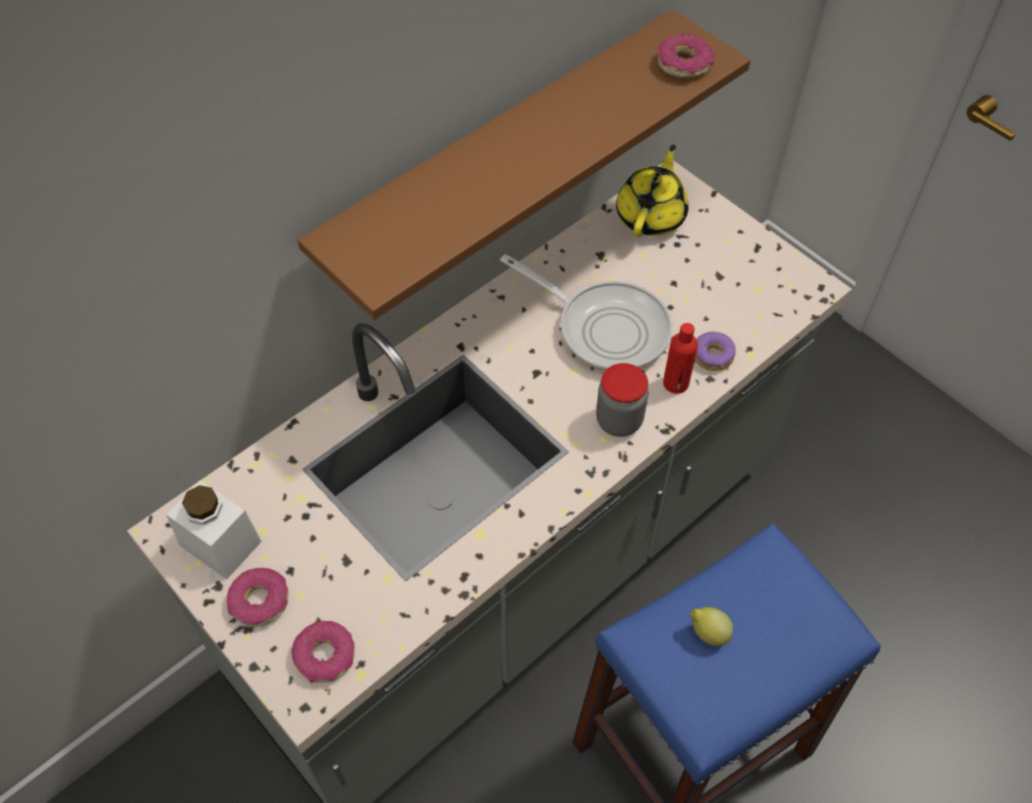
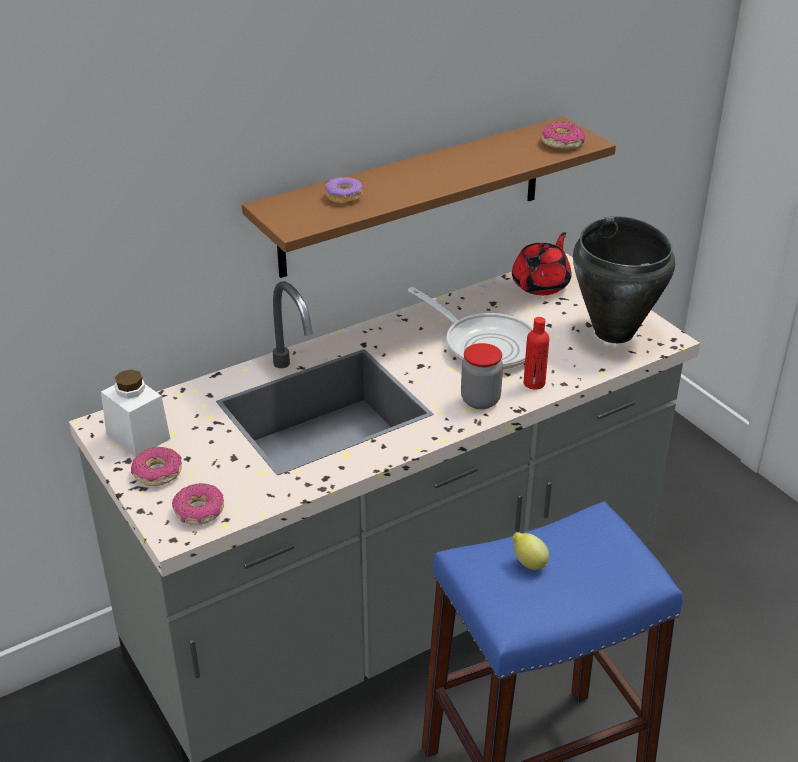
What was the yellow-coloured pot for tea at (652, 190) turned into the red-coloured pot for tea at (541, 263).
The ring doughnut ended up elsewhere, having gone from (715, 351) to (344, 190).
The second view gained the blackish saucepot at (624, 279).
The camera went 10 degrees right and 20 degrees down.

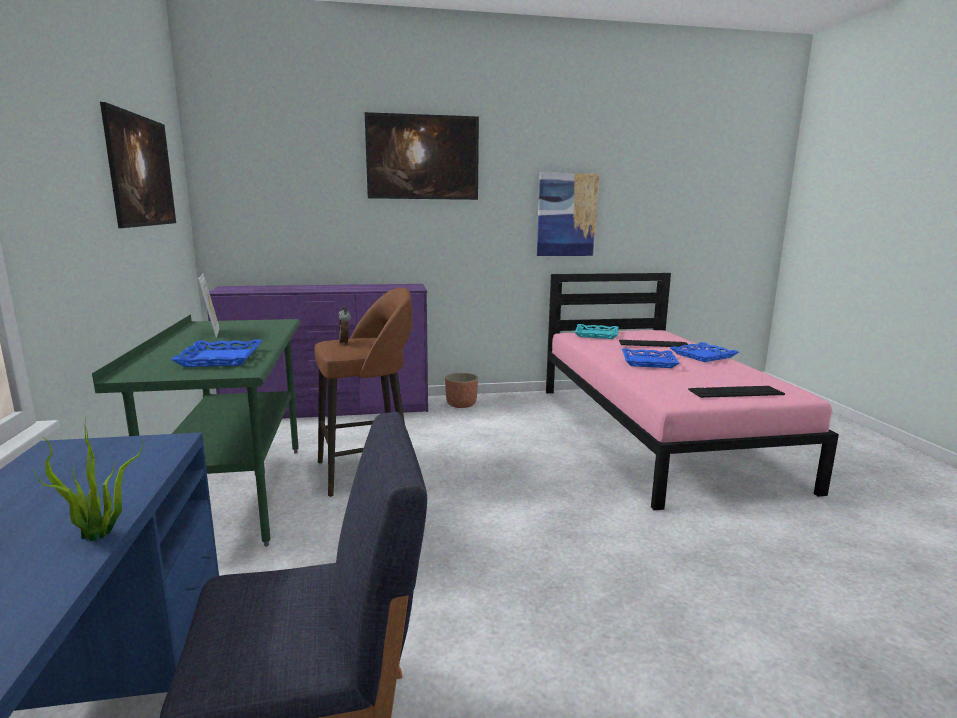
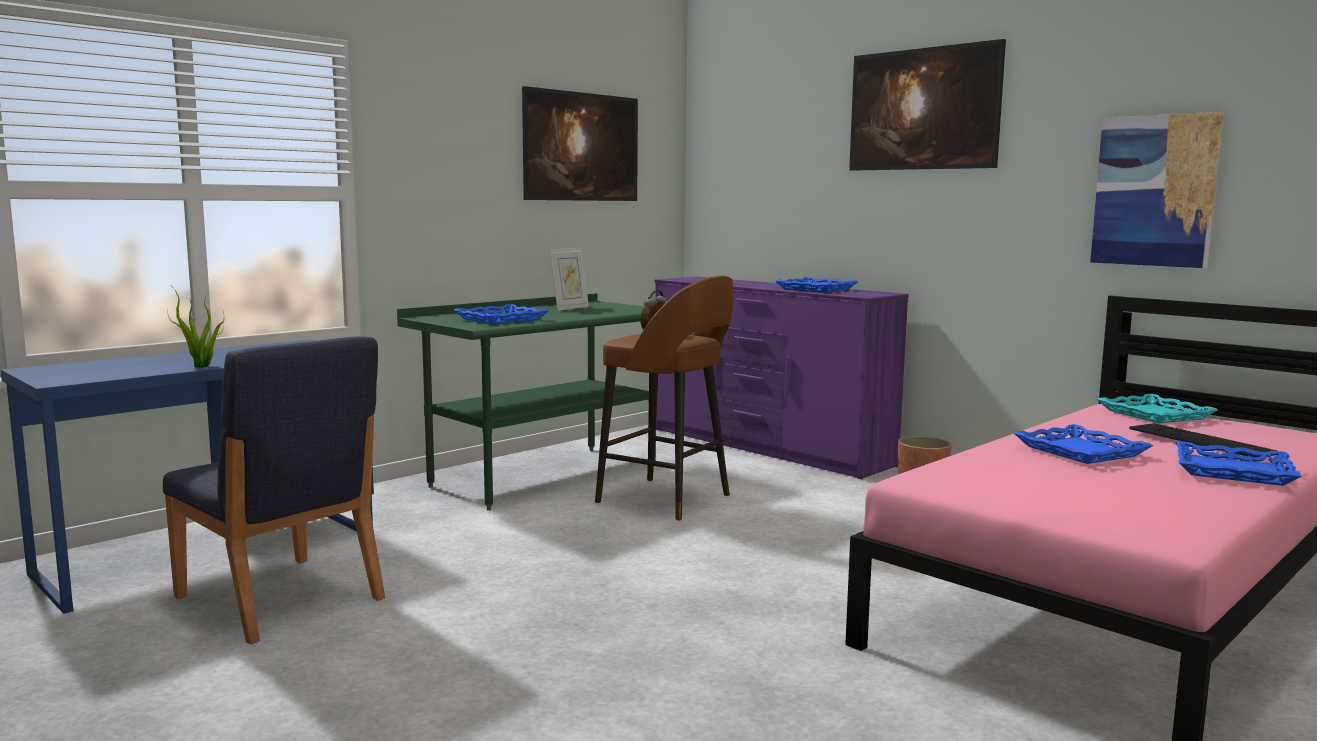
The second view lost the PC keyboard at (736, 392).
The second view gained the bluish tray at (816, 285).
The camera went 55 degrees right and 5 degrees down.

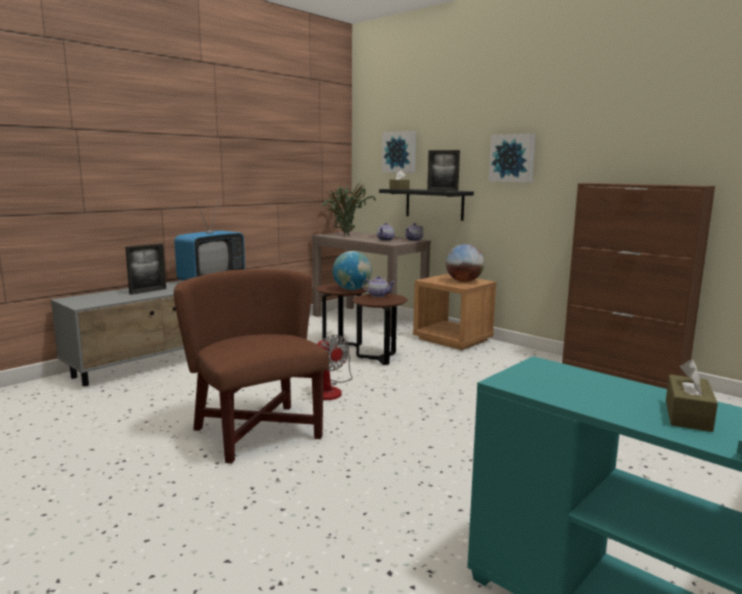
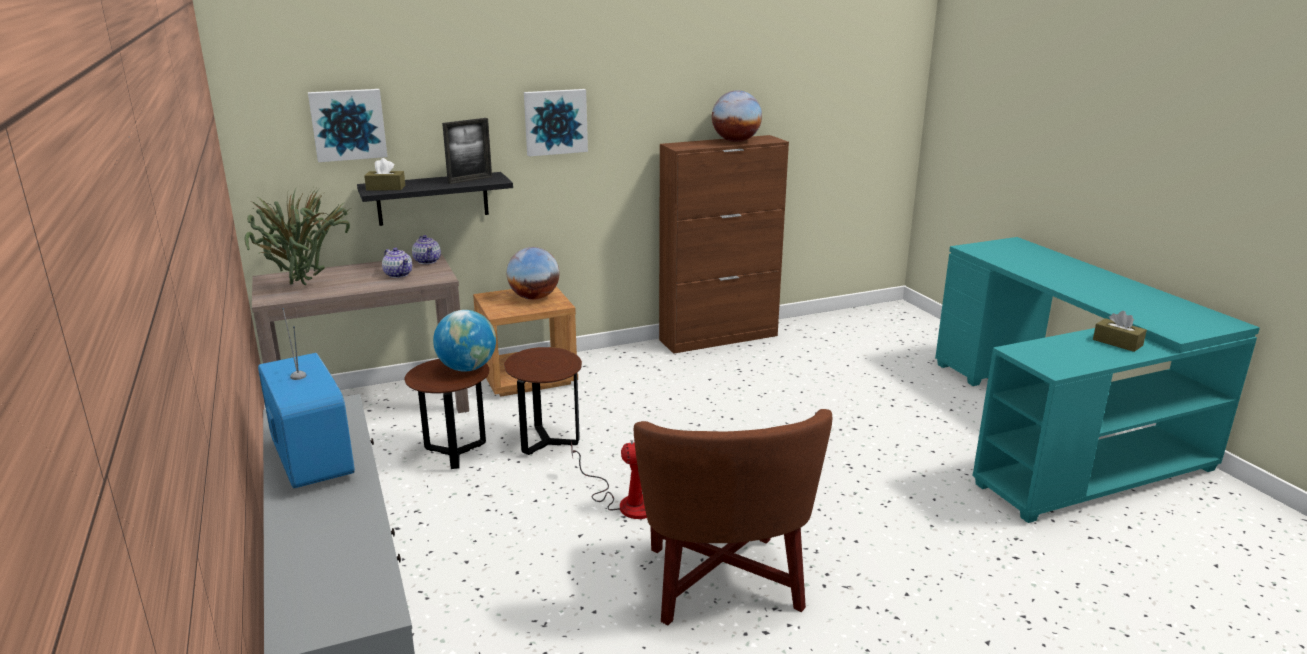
The second view lost the picture frame at (145, 269).
The brown-coloured armchair at (251, 366) ended up facing another way, 90 degrees counterclockwise from before.
The second view lost the pot for tea at (378, 286).
The second view gained the globe at (737, 116).
The camera went 65 degrees left and 10 degrees up.

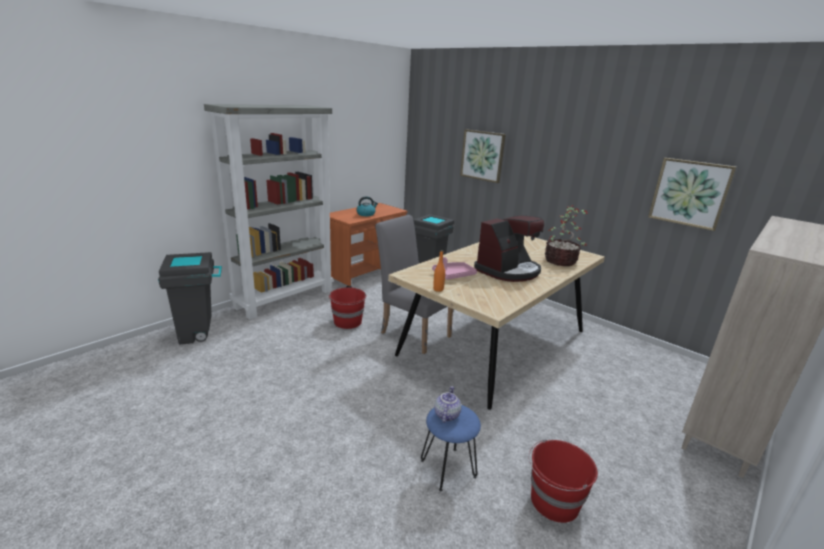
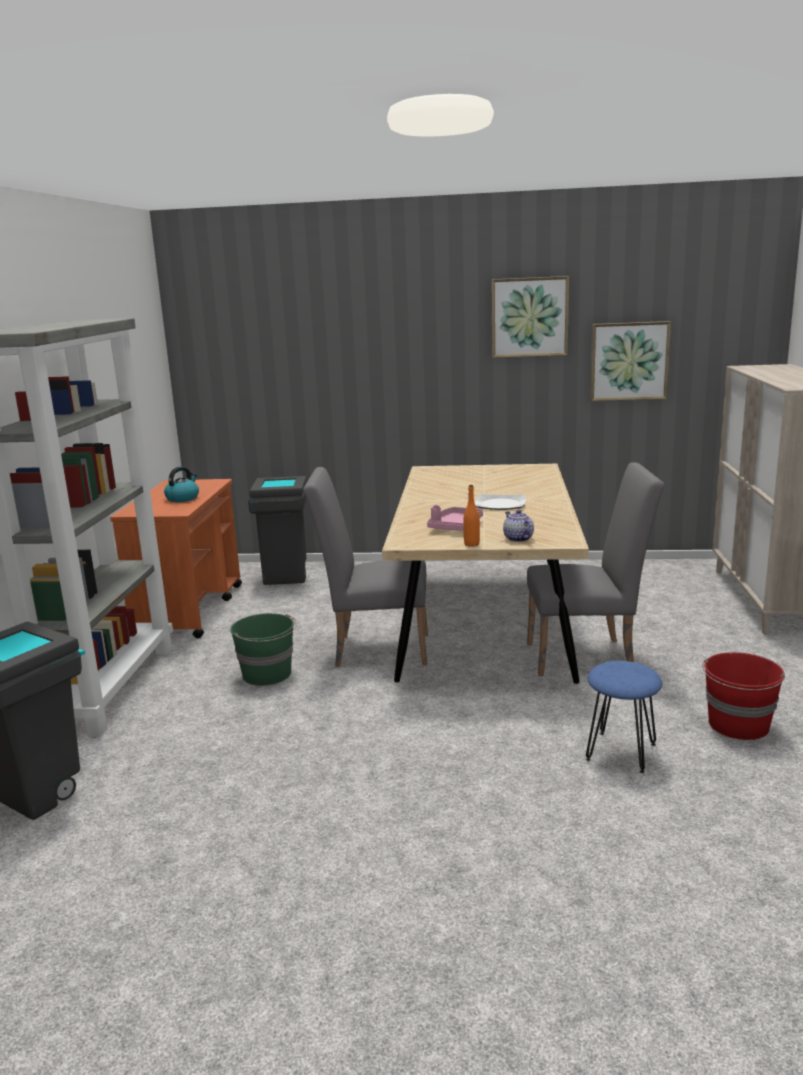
What was the red-coloured bucket at (347, 308) turned into the greenish bucket at (263, 649).
The pot for tea ended up elsewhere, having gone from (447, 404) to (518, 526).
The picture ended up elsewhere, having gone from (483, 156) to (530, 317).
Where the coffee machine stood at (509, 248), the plate came to stand at (500, 502).
The second view lost the potted plant at (566, 235).
The second view gained the gray upright chair at (595, 569).
The camera went 35 degrees left and 5 degrees down.

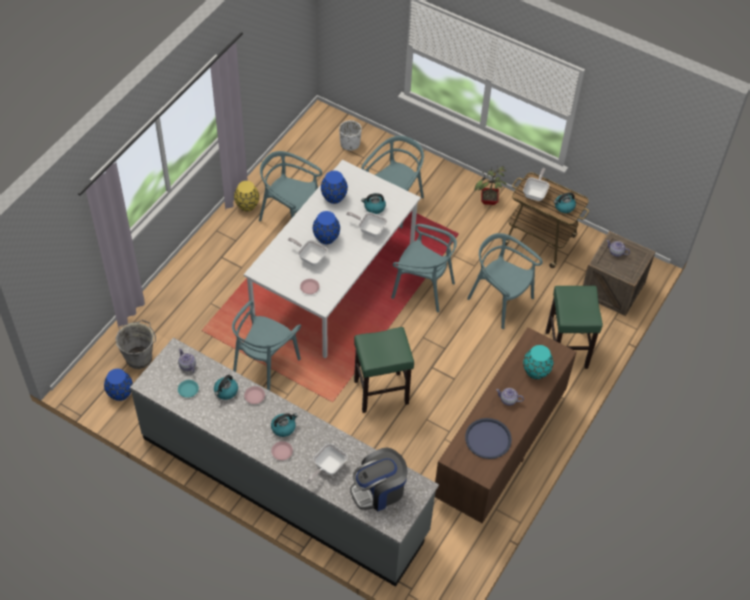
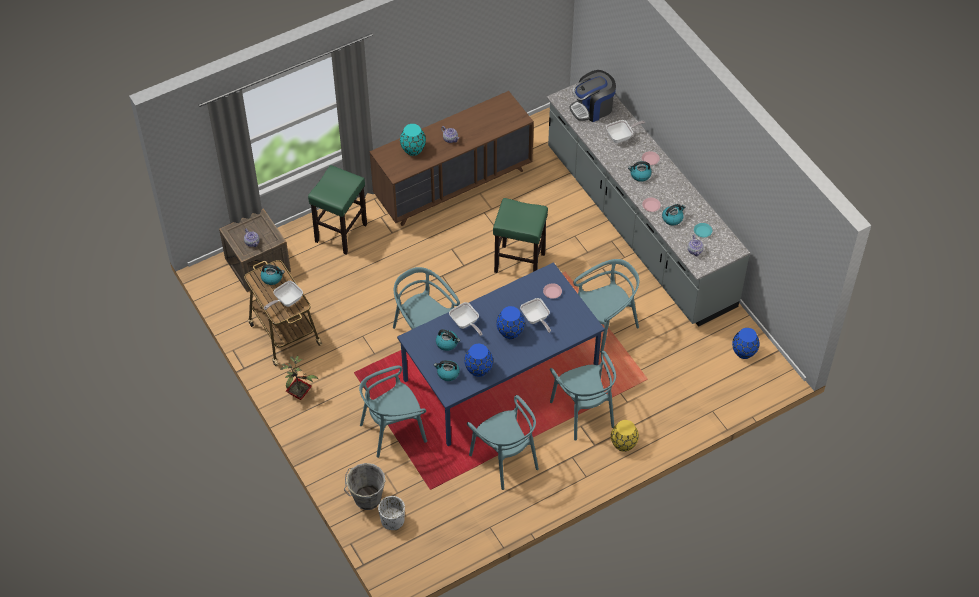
The gray bucket ended up elsewhere, having gone from (135, 344) to (365, 486).
The yellow-coloured decorative vase ended up elsewhere, having gone from (246, 196) to (625, 436).
What was the white-coloured dining table at (332, 259) turned into the bluish dining table at (501, 354).
The coffee machine at (379, 479) ended up facing another way, 150 degrees clockwise from before.
The second view lost the bluish tray at (488, 438).
The turquoise upright chair ended up elsewhere, having gone from (505, 281) to (583, 396).
The second view gained the water kettle at (447, 370).
The camera went 150 degrees left and 0 degrees up.

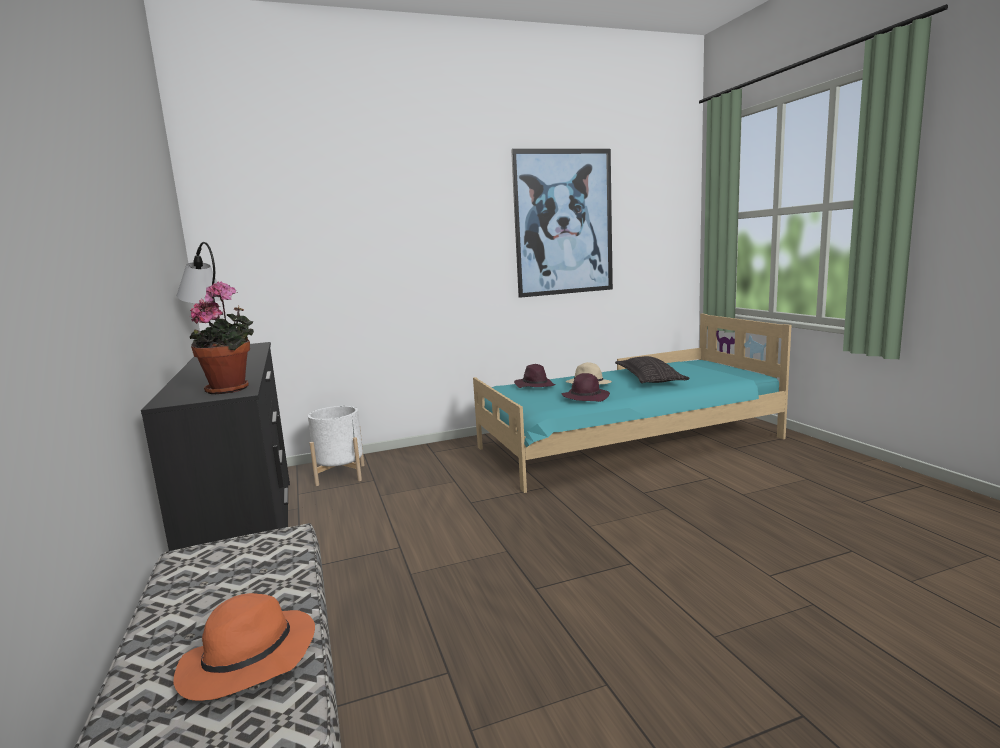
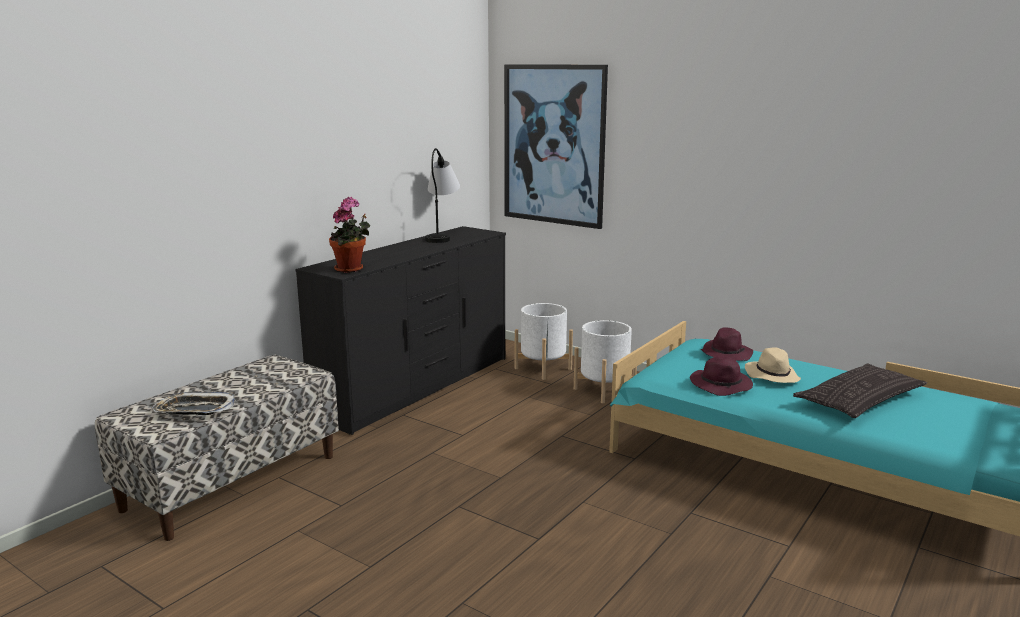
Where the orange-coloured wearable hat stood at (244, 647), the tray came to stand at (193, 403).
The picture ended up elsewhere, having gone from (562, 223) to (556, 146).
The second view gained the white-coloured plant pot at (605, 361).
The camera went 55 degrees right and 5 degrees up.

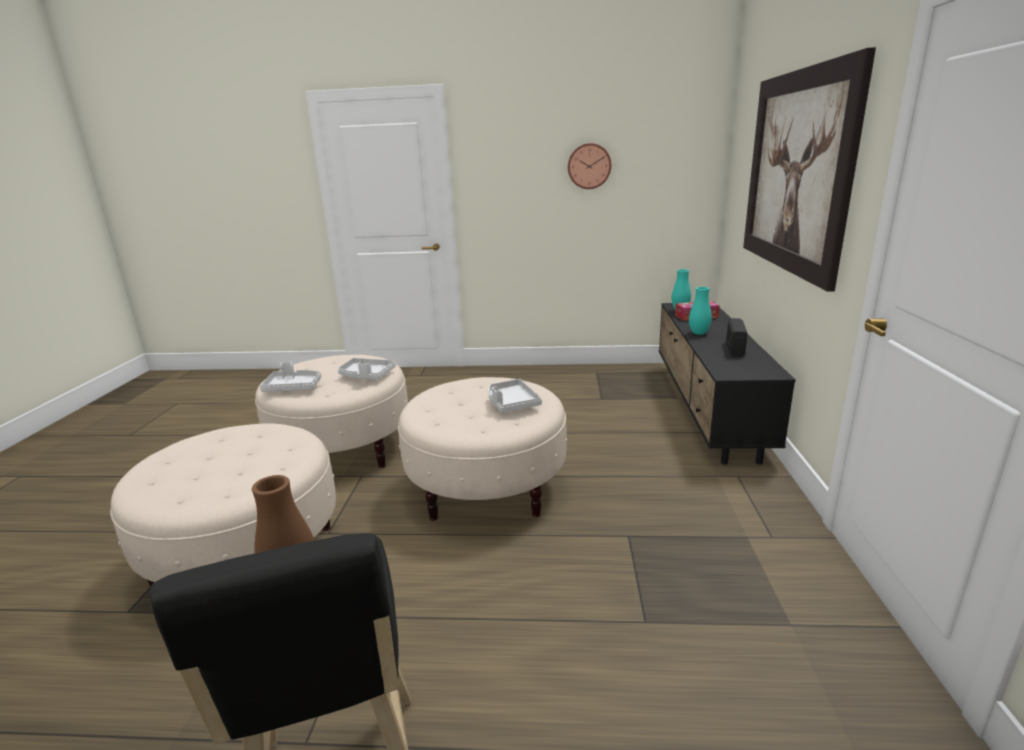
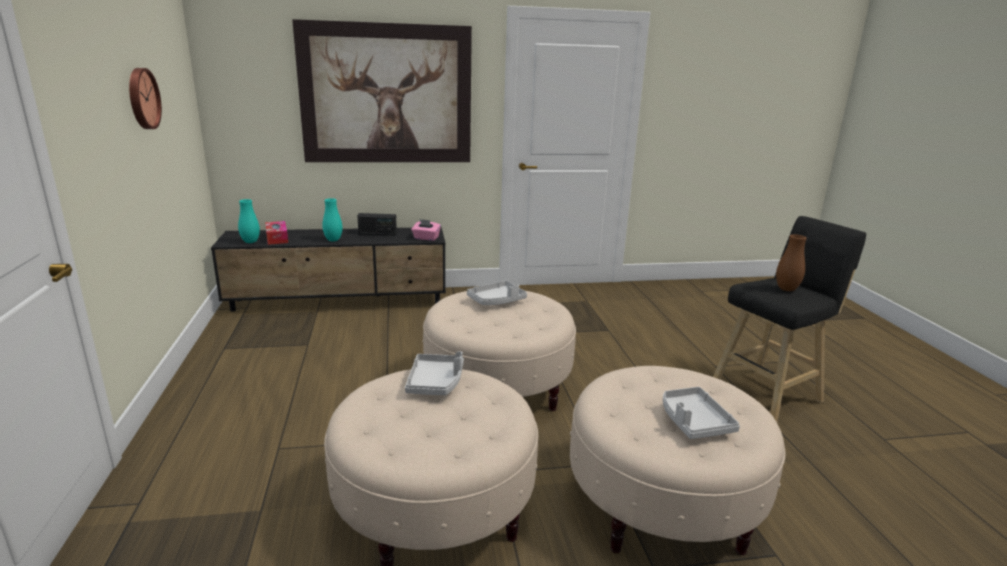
The gray tray ended up elsewhere, having gone from (290, 377) to (701, 413).
The second view gained the pink tissue holder at (426, 230).
The camera went 105 degrees left and 0 degrees up.

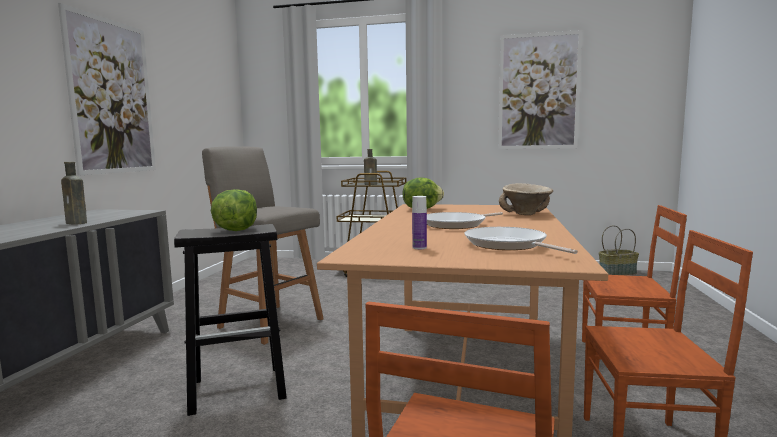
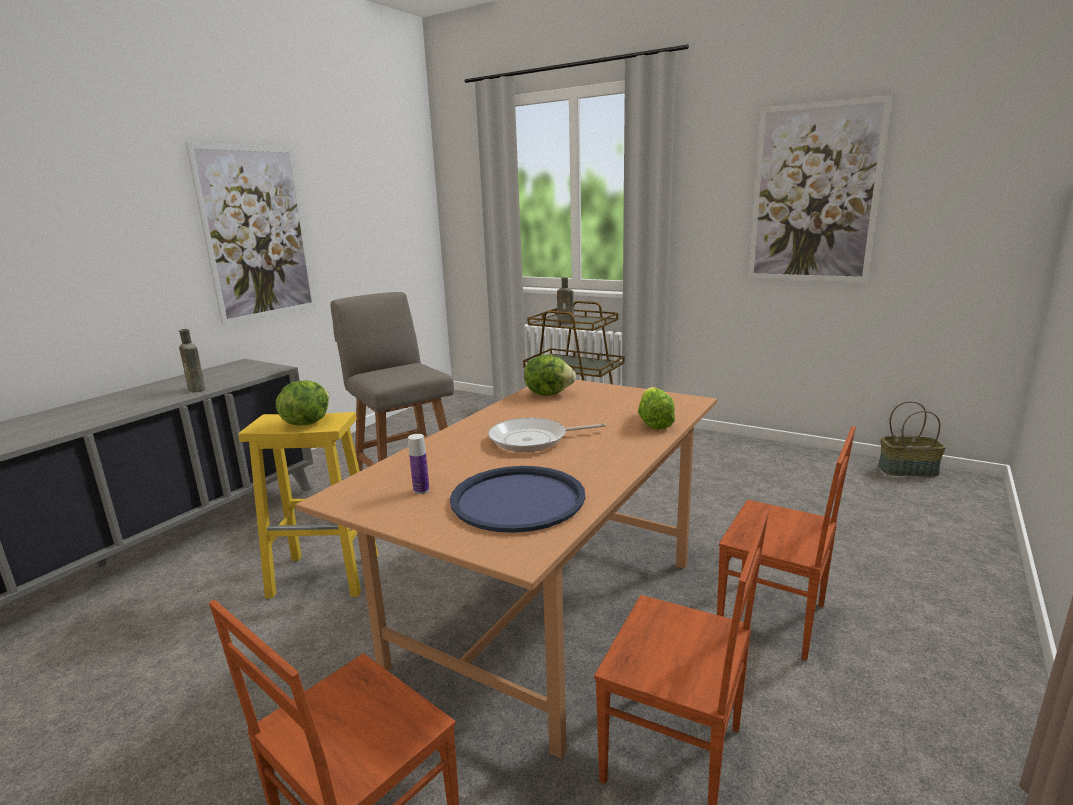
What was the blackish sitting stool at (230, 320) turned into the yellow-coloured sitting stool at (308, 505).
Where the skillet stood at (521, 240), the bluish tray came to stand at (517, 499).
Where the beige deep dish stood at (526, 199), the head of lettuce came to stand at (656, 408).
The camera went 20 degrees right and 10 degrees up.

